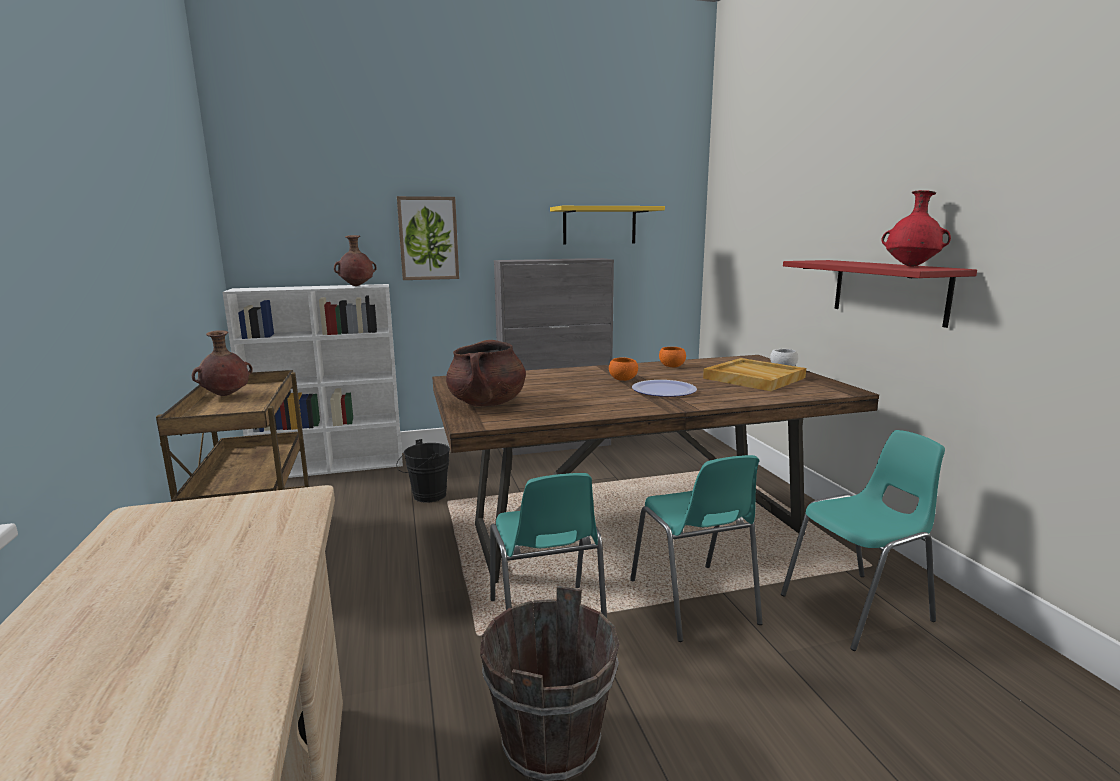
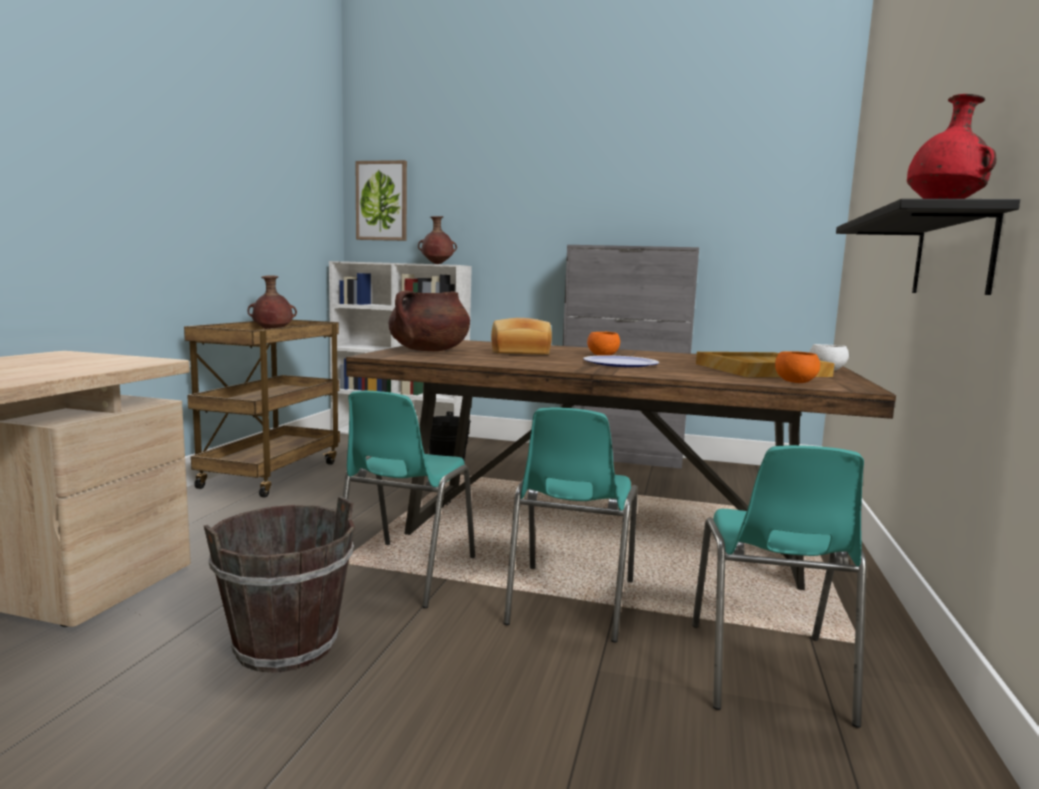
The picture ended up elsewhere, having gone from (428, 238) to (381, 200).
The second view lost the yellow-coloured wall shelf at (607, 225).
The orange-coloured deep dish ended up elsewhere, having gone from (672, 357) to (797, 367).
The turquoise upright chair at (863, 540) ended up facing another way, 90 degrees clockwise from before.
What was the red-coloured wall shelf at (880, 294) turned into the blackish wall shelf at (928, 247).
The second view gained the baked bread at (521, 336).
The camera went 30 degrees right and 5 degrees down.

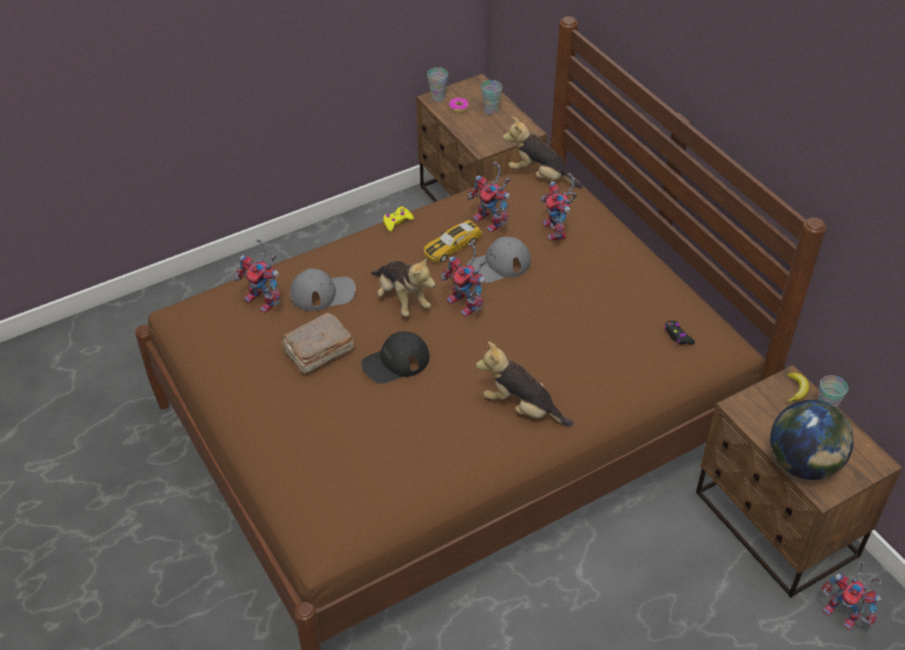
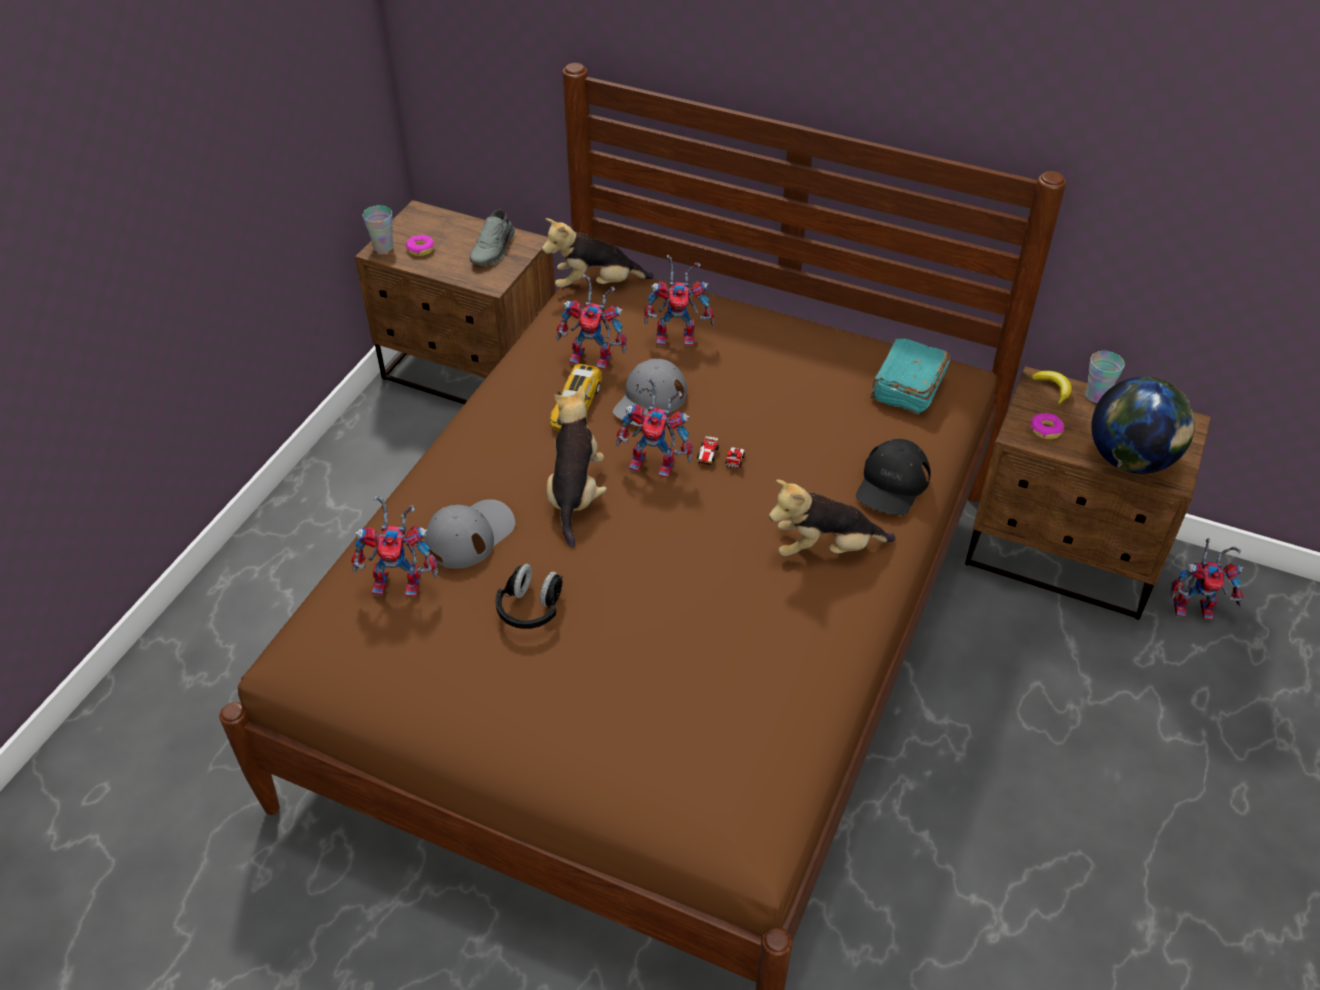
Where the brown-coloured volume stood at (317, 343), the blackish headset came to stand at (529, 596).
The blackish peaked cap ended up elsewhere, having gone from (395, 358) to (893, 477).
The cuddly toy at (403, 286) ended up facing another way, 105 degrees counterclockwise from before.
The second view lost the yellow-coloured game controller at (398, 219).
The second view lost the small cup at (491, 97).
The model robot at (558, 207) ended up facing another way, 45 degrees counterclockwise from before.
Where the blackish game controller stood at (679, 332), the turquoise volume came to stand at (910, 376).
The second view gained the gray item of footwear at (492, 237).
The second view gained the model car at (721, 452).
The second view gained the ring doughnut at (1047, 426).
The camera went 35 degrees left and 0 degrees up.

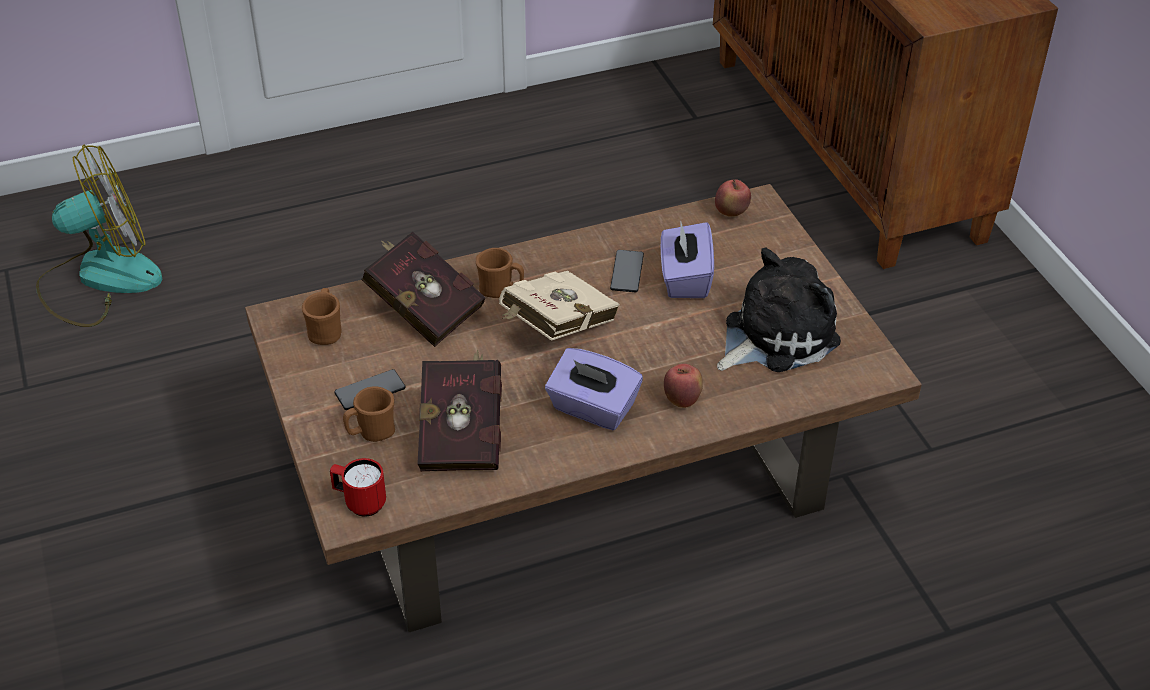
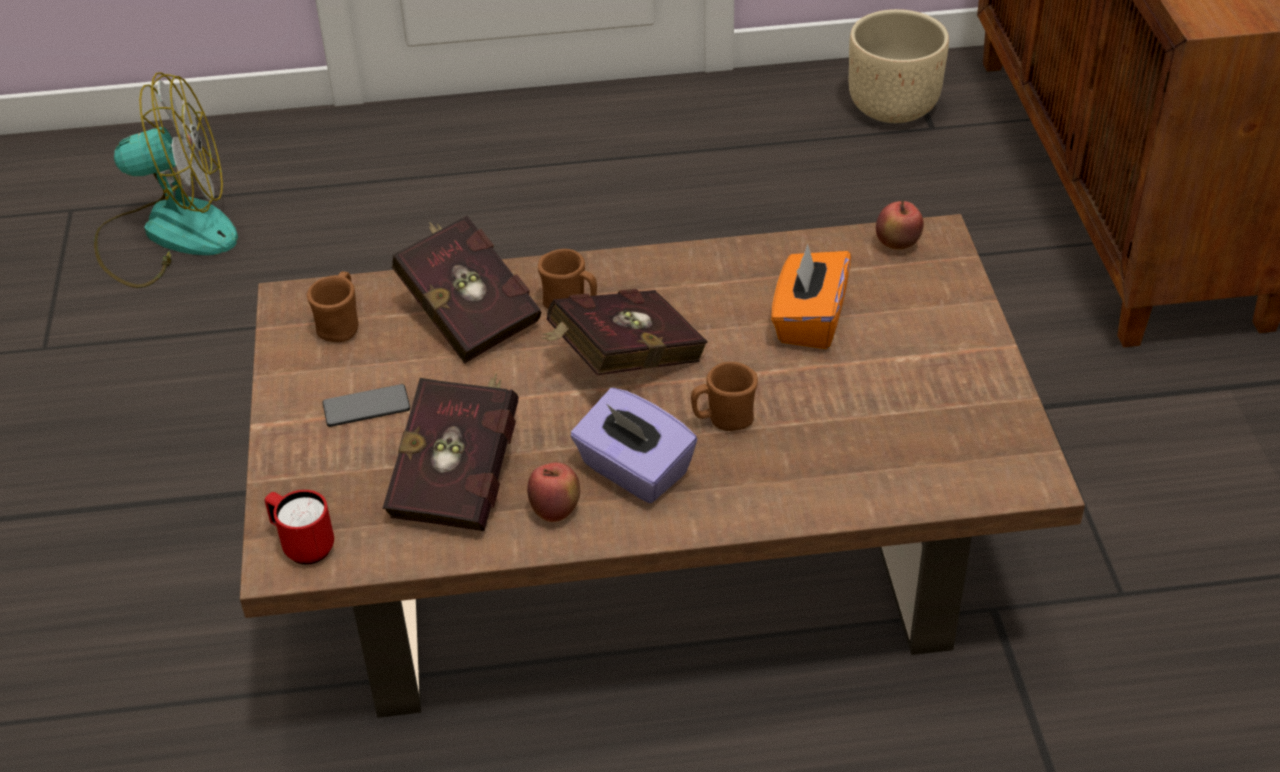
The brown-coloured coffee mug ended up elsewhere, having gone from (369, 414) to (724, 396).
What was the beige volume at (559, 306) turned into the red-coloured volume at (624, 332).
The second view lost the phone at (627, 271).
What was the purplish tissue holder at (687, 260) turned into the orange-coloured tissue holder at (811, 296).
The whole apple ended up elsewhere, having gone from (683, 385) to (553, 492).
The second view lost the cuddly toy at (779, 309).
The second view gained the beige plant pot at (898, 66).
The camera went 15 degrees right and 0 degrees up.

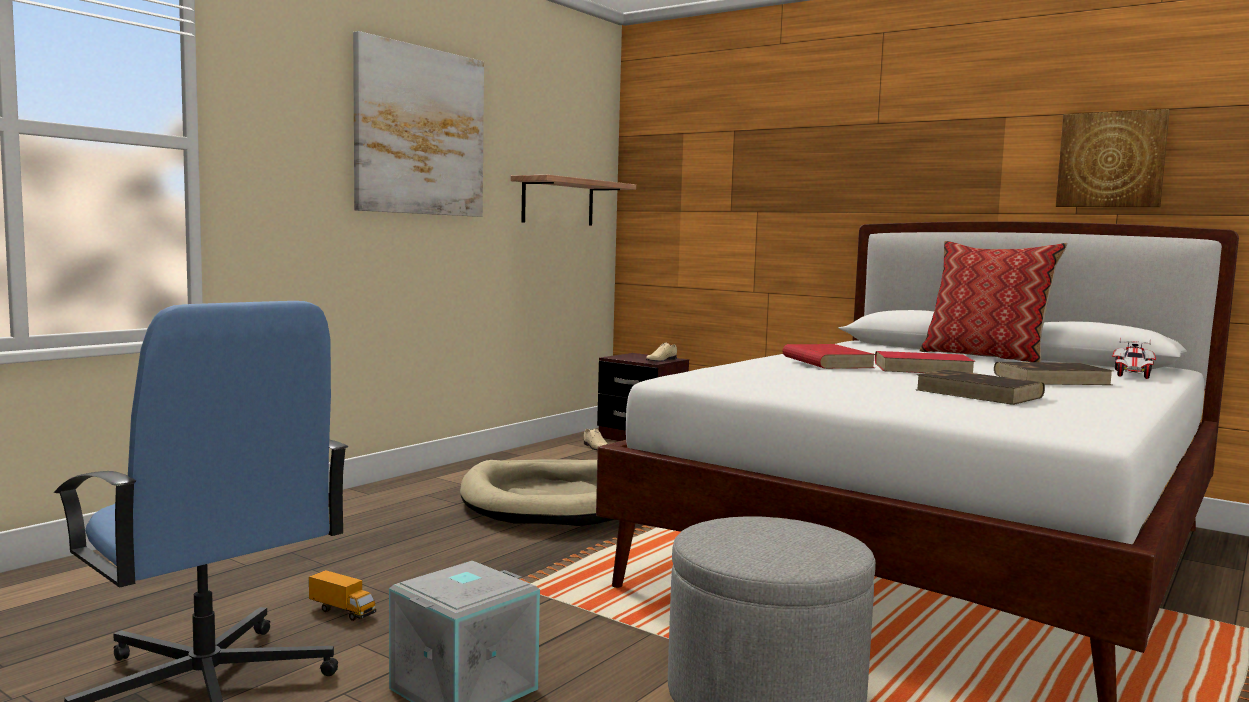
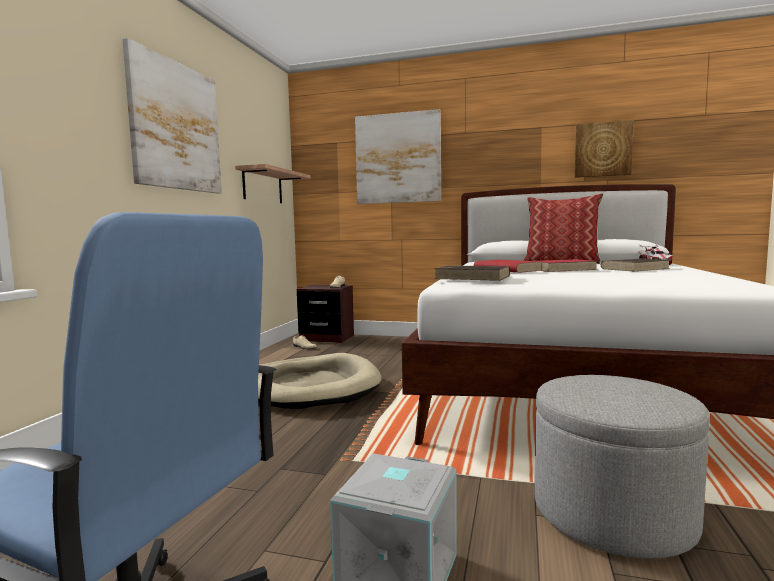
The second view lost the model truck at (342, 595).
The brown-coloured volume ended up elsewhere, having gone from (980, 387) to (472, 273).
The second view gained the picture at (398, 156).
The camera went 20 degrees left and 0 degrees up.

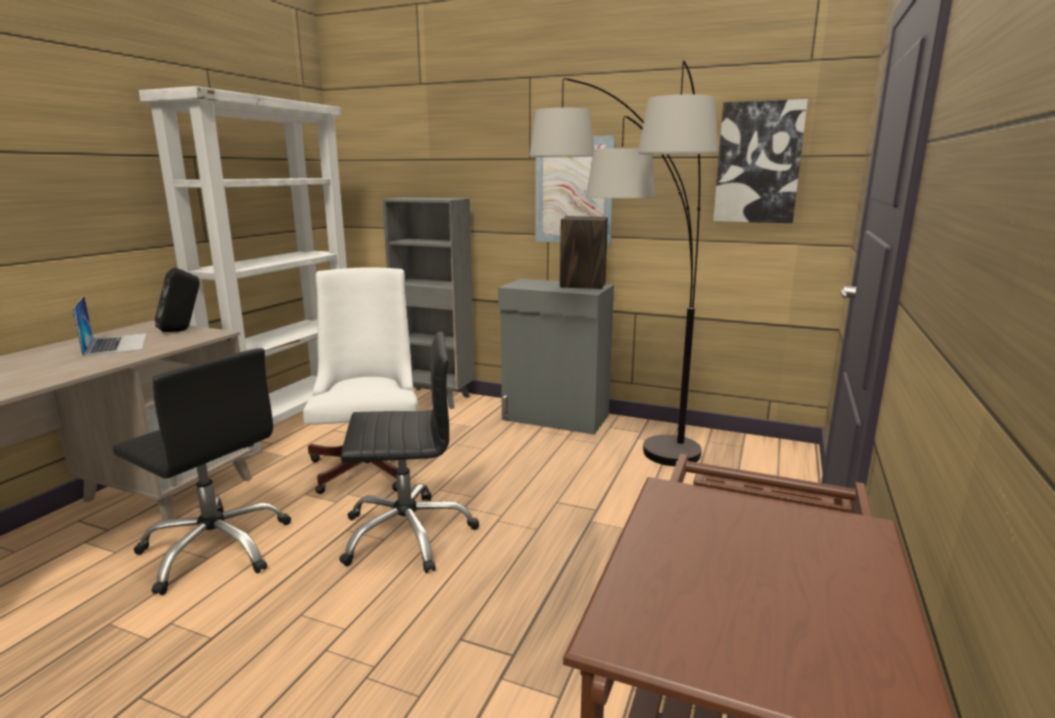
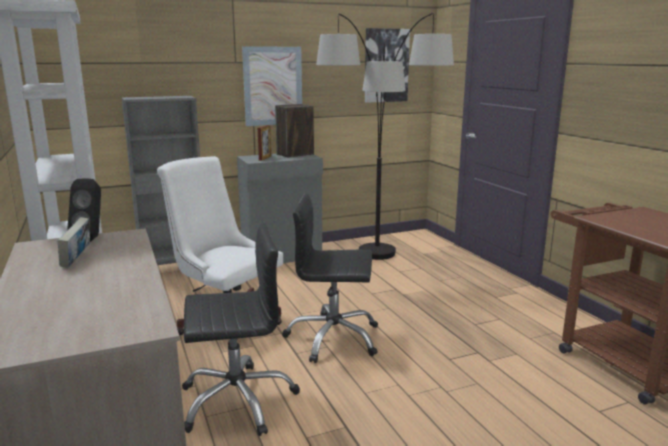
Where the notebook computer stood at (109, 326), the volume came to stand at (74, 242).
The blackish office chair at (409, 452) ended up facing another way, 120 degrees counterclockwise from before.
The second view gained the picture frame at (264, 143).
The camera went 45 degrees left and 0 degrees up.

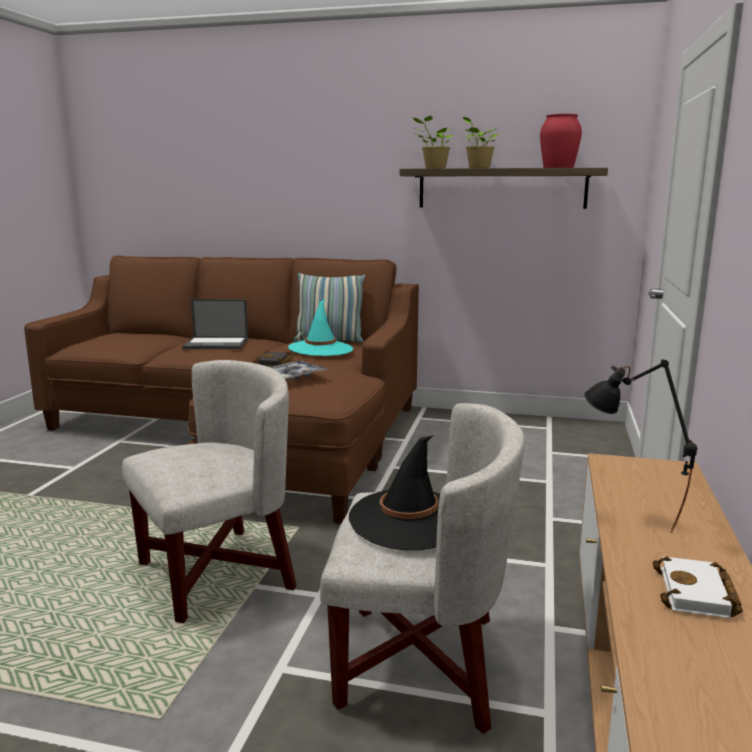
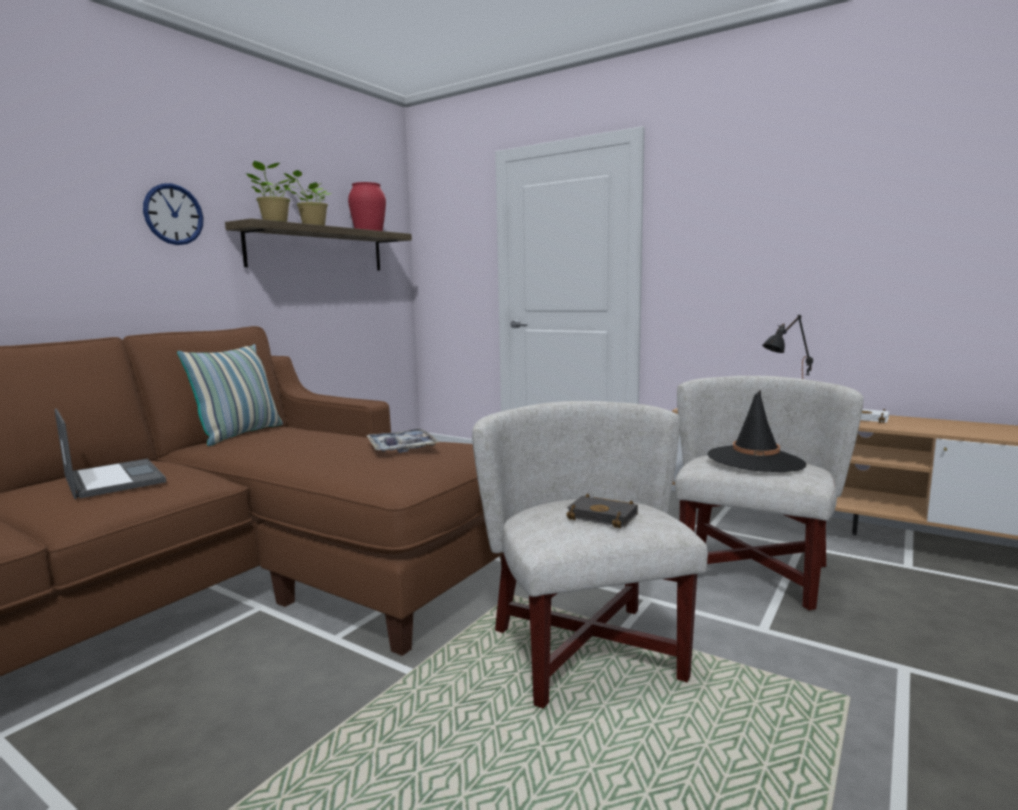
The notebook computer at (215, 324) ended up facing another way, 60 degrees counterclockwise from before.
The blackish volume ended up elsewhere, having gone from (273, 358) to (602, 510).
The second view lost the turquoise wearable hat at (320, 327).
The second view gained the hanging clock at (173, 214).
The camera went 70 degrees left and 5 degrees down.

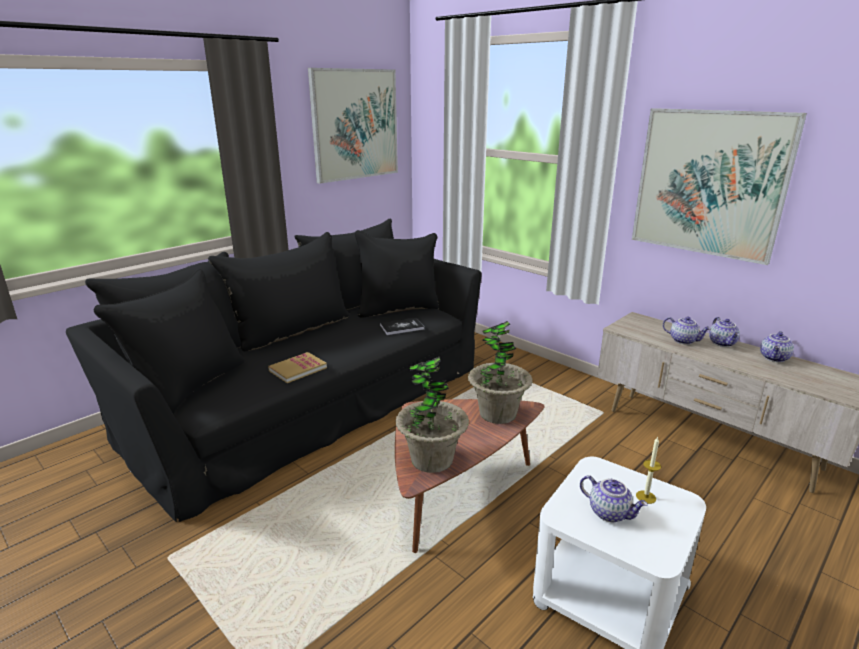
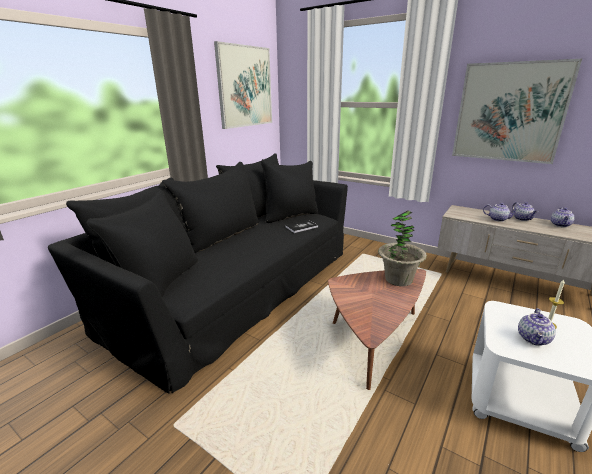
The second view lost the volume at (297, 367).
The second view lost the potted plant at (432, 415).
The pot for tea at (614, 498) ended up facing another way, 90 degrees clockwise from before.
The camera went 10 degrees left and 0 degrees up.

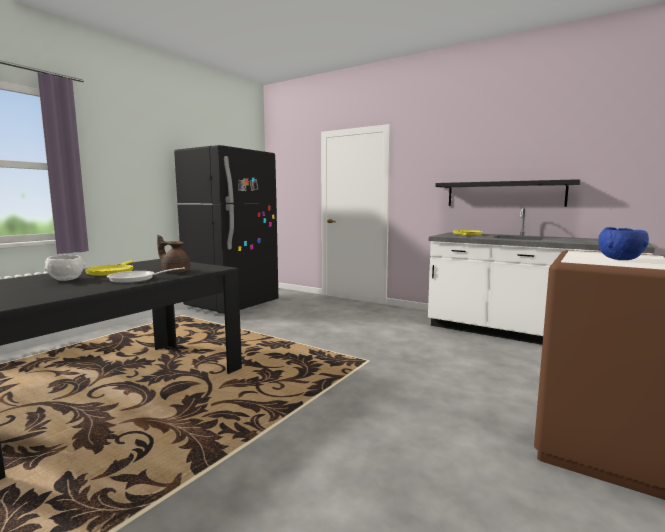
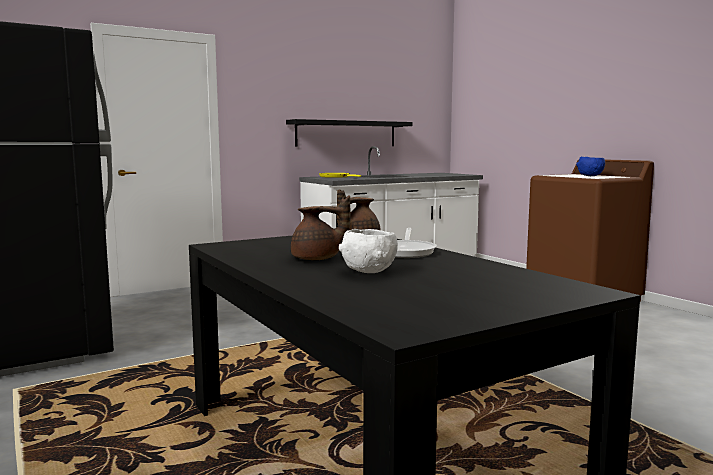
Where the yellow-coloured skillet stood at (109, 268), the brown-coloured pot for tea came to stand at (321, 227).
The camera went 65 degrees left and 0 degrees up.

